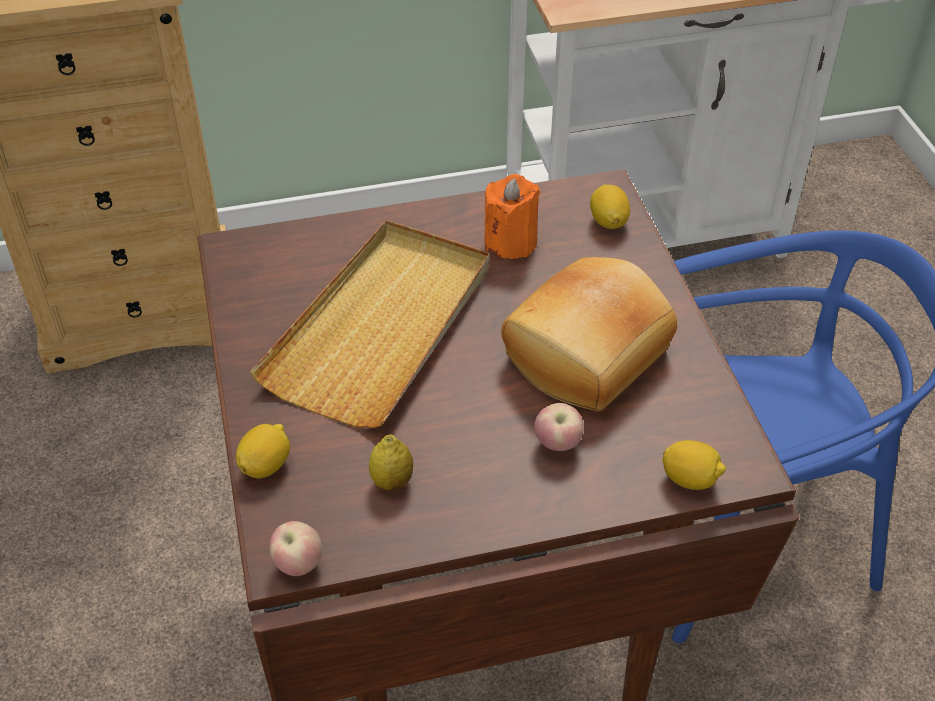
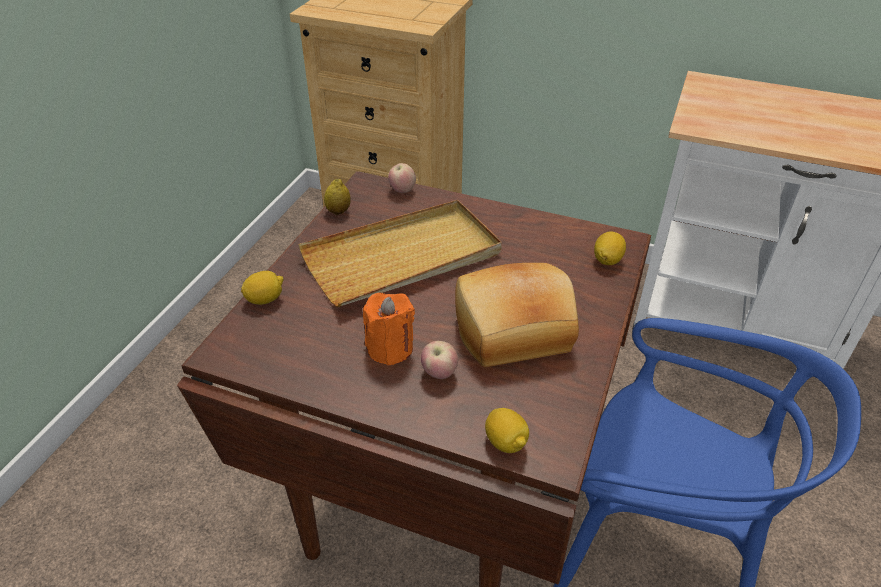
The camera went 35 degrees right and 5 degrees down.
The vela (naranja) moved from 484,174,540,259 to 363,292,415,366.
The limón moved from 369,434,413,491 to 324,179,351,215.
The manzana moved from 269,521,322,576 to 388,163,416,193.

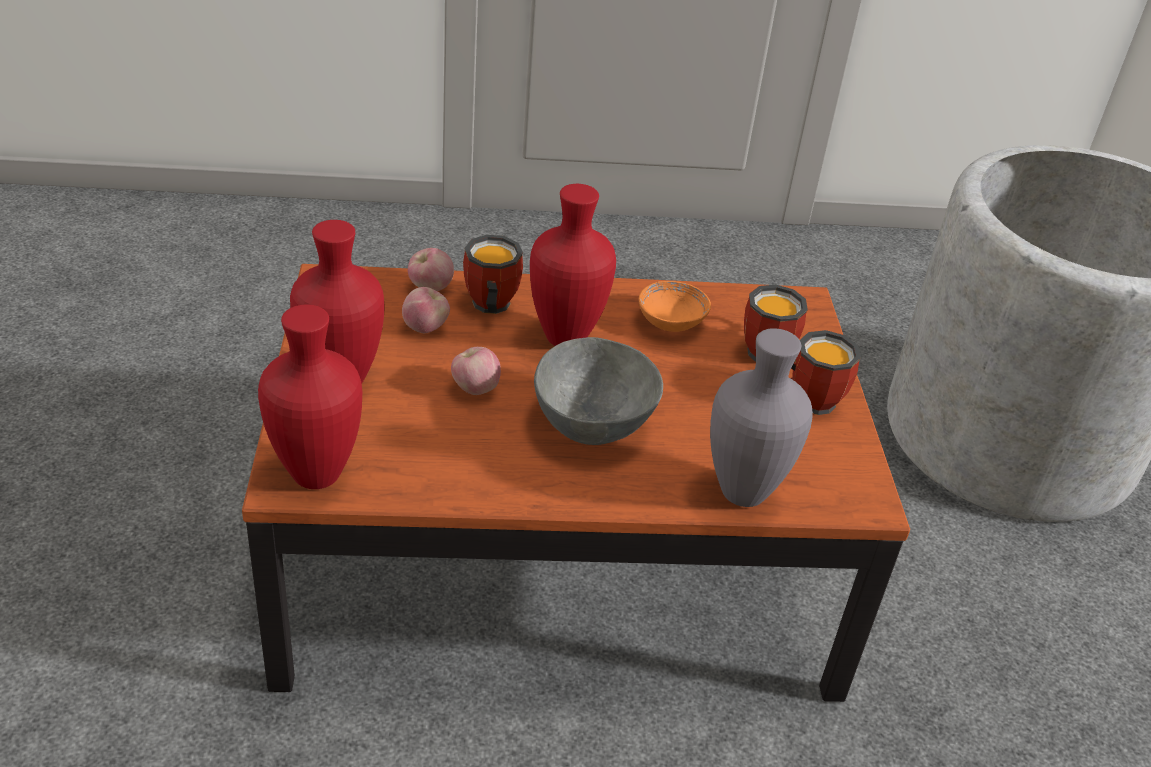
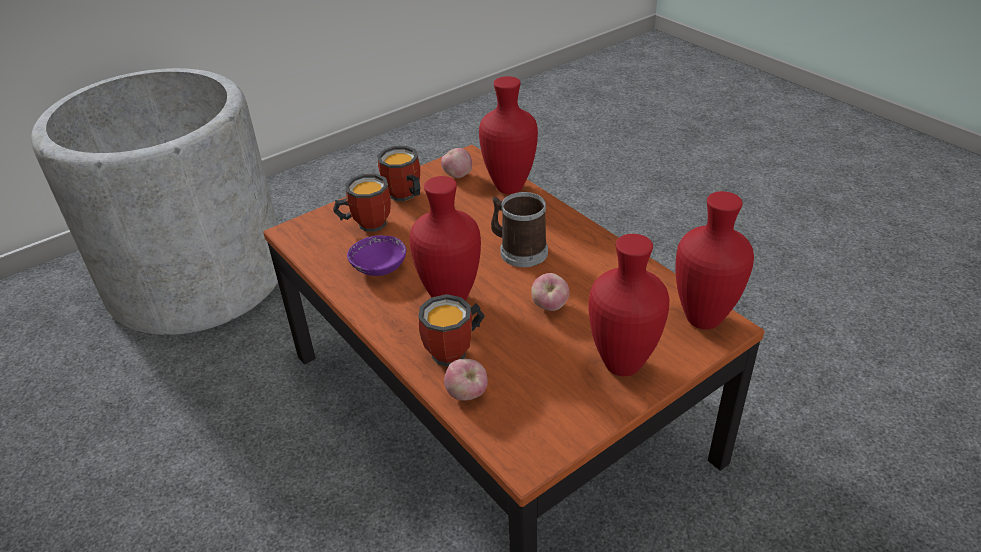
The camera went 120 degrees left and 0 degrees up.
The cuenco (naranja) at 639,281,711,332 became the cuenco (morado) at 347,235,406,276.
The manzana moved from 402,287,450,333 to 441,148,472,178.
The florero (gris) at 710,328,813,507 became the florero (rojo) at 479,76,538,194.
The cuenco (gris) at 534,337,663,445 was replaced by the taza grande at 491,192,548,267.

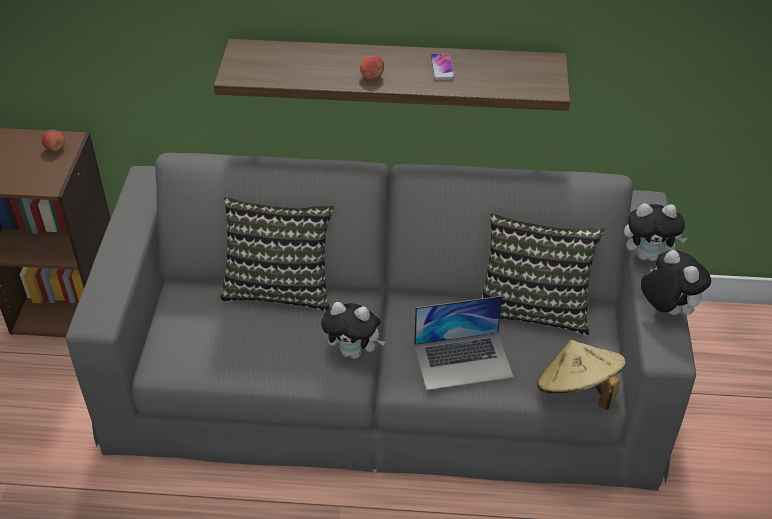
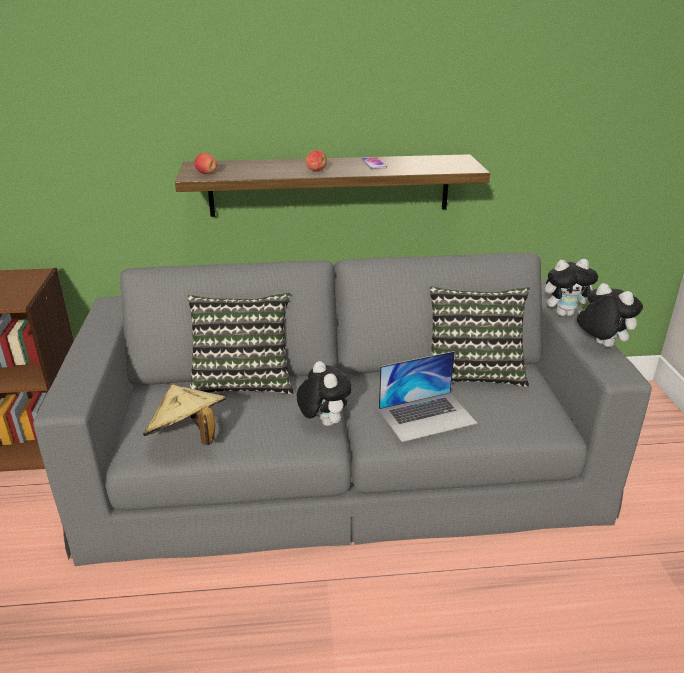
The camera went 10 degrees left and 15 degrees down.
The manzana moved from 42,130,65,151 to 194,153,217,174.
The peluche at 321,302,385,359 turned 120 degrees counterclockwise.
The sombrero (beis) moved from 537,340,626,410 to 143,385,226,445.

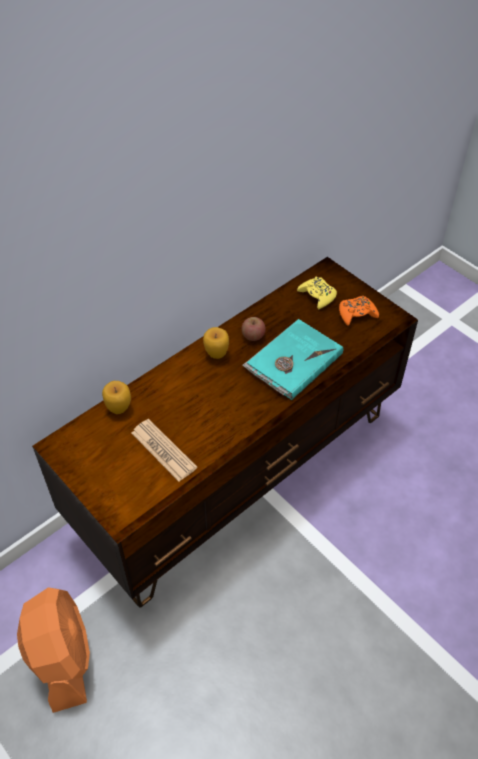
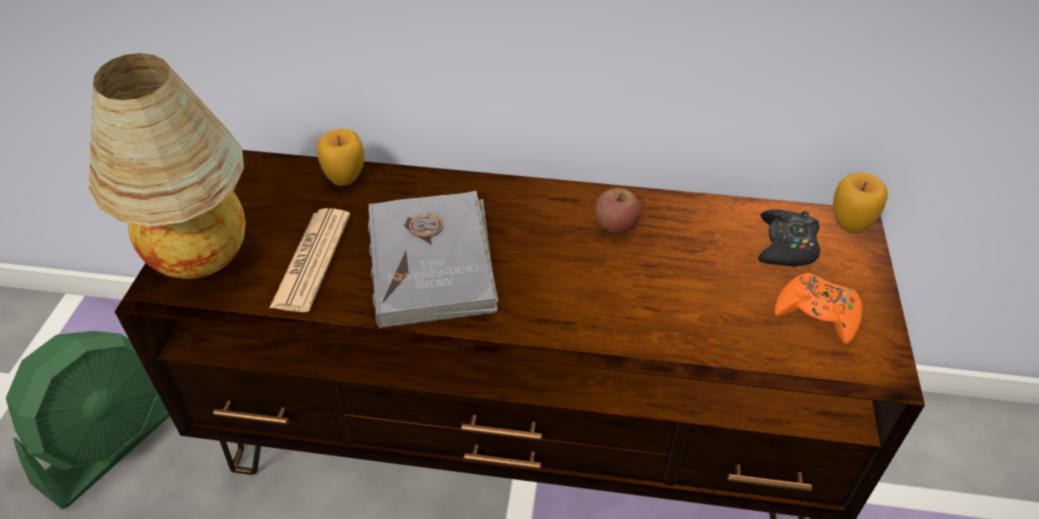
The camera went 50 degrees right and 5 degrees down.
The mando de consola (amarillo) at 297,277,337,309 became the mando de consola (negro) at 758,210,820,267.
The libro (turquesa) at 243,319,343,400 disappeared.
The manzana moved from 203,327,229,359 to 833,173,888,233.
The ventilador (naranja) at 17,587,90,713 became the ventilador (verde) at 6,331,170,509.
The lámpara de mesa at 89,53,246,279 appeared.
The libro (gris) at 368,191,498,328 appeared.

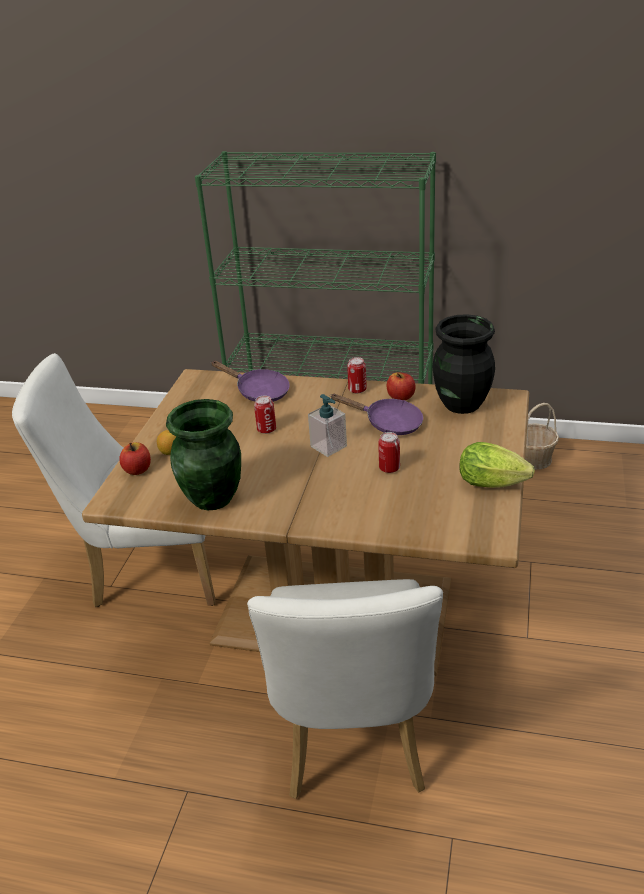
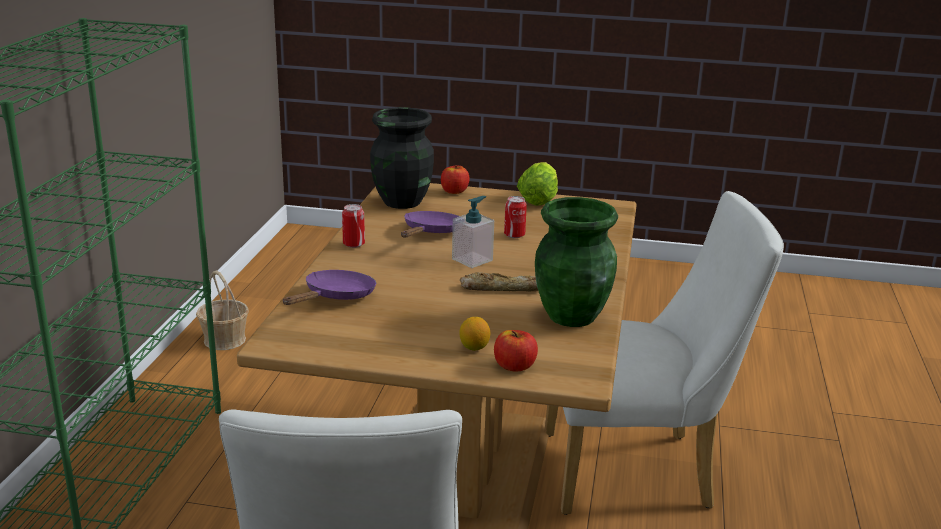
The camera went 95 degrees left and 10 degrees down.
The manzana moved from 387,372,416,400 to 441,165,470,194.
The lata at 254,396,276,434 disappeared.
The pan at 460,272,538,291 appeared.

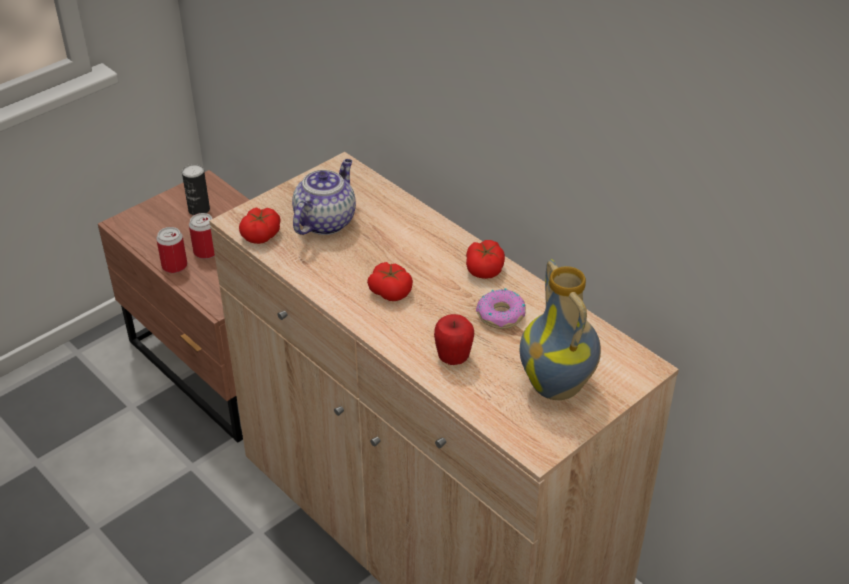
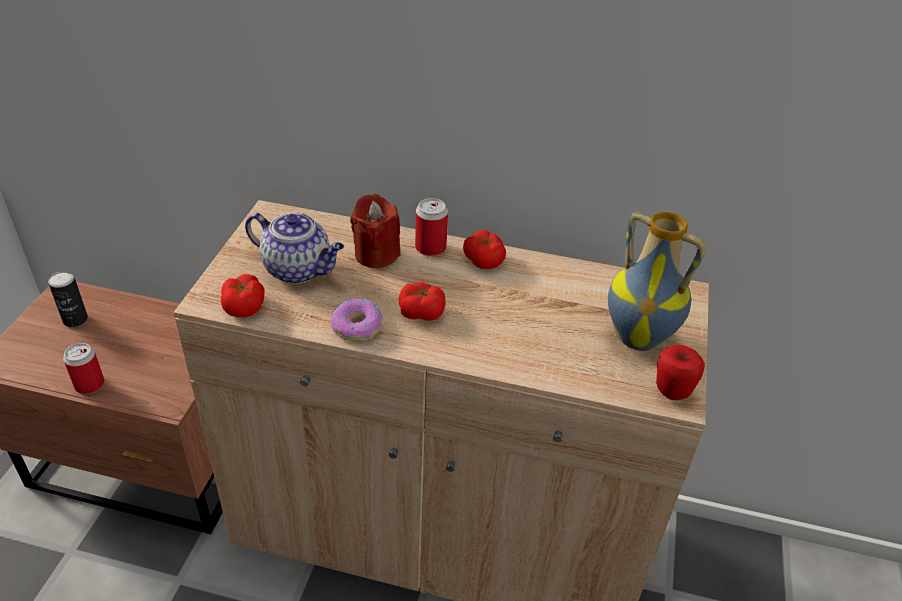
The camera went 35 degrees left and 0 degrees up.
The tetera at 292,159,356,235 turned 120 degrees clockwise.
The lata moved from 189,213,215,259 to 415,198,448,256.
The rosquilla moved from 476,288,526,329 to 331,298,383,341.
The manzana moved from 434,314,474,365 to 656,345,705,400.
The vela (rojo) at 350,194,400,268 appeared.

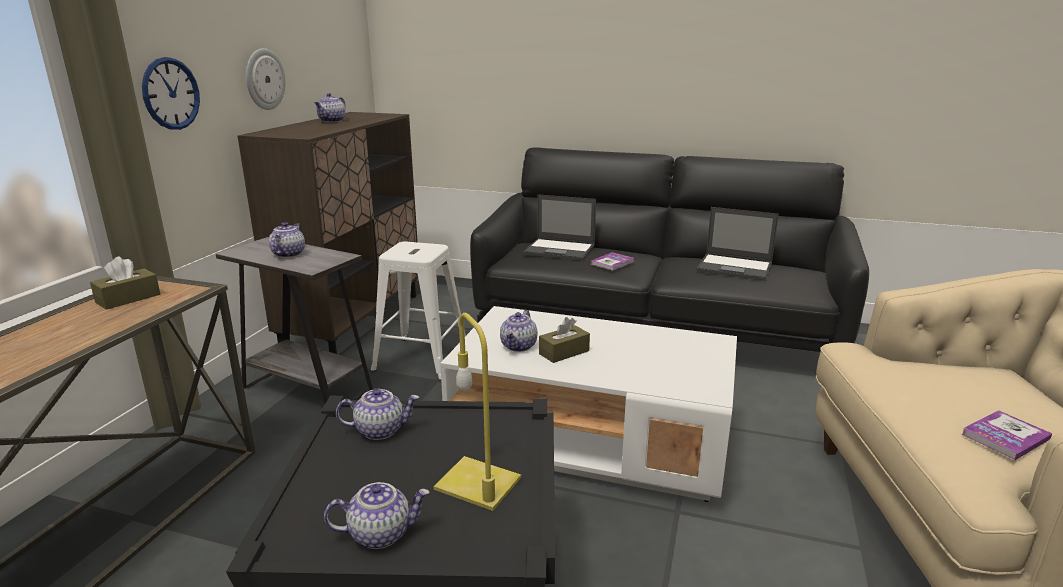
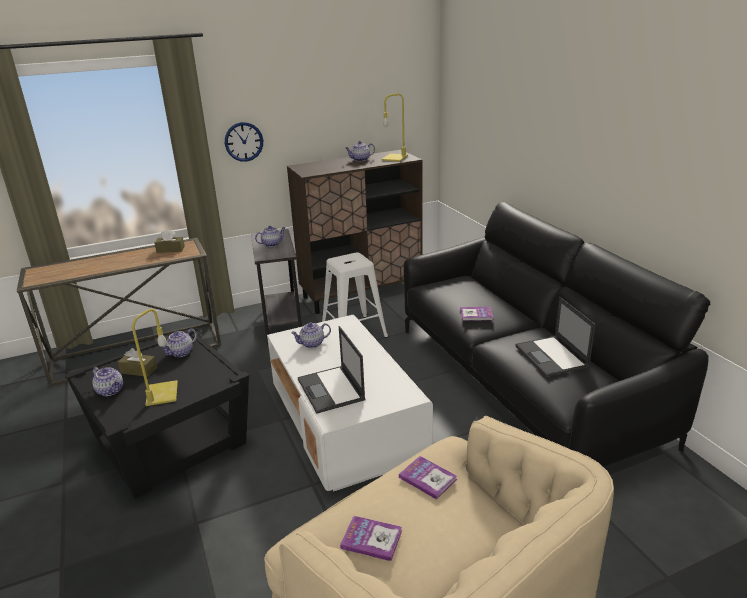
The camera went 50 degrees right and 5 degrees up.
The reloj de pared at 246,48,286,110 disappeared.
The portátil moved from 523,194,596,261 to 298,326,366,414.
The caja de pañuelos (marrón) moved from 539,317,590,363 to 118,348,157,377.
The tetera at 336,388,419,440 turned 90 degrees clockwise.
The lámpara de mesa (amarillo) at 382,93,408,162 appeared.
The libro at 399,456,457,500 appeared.

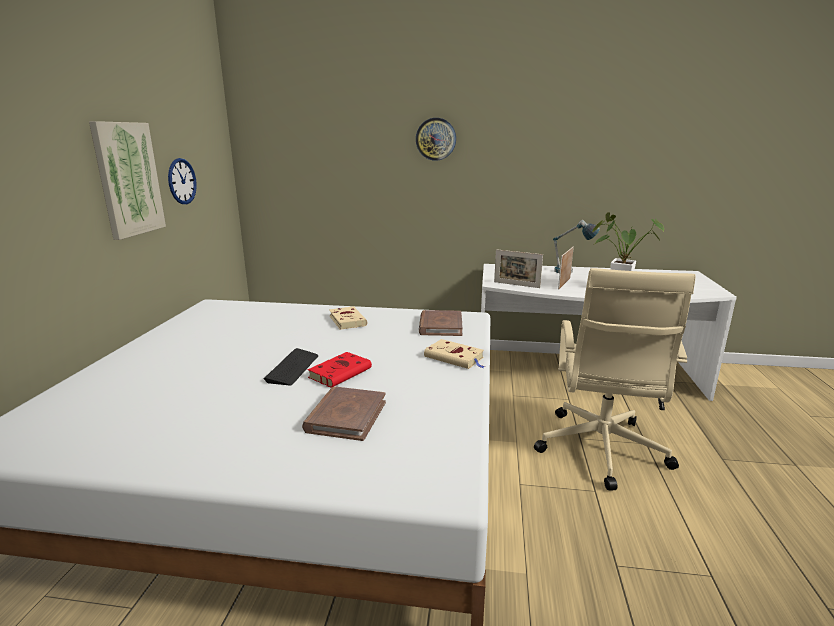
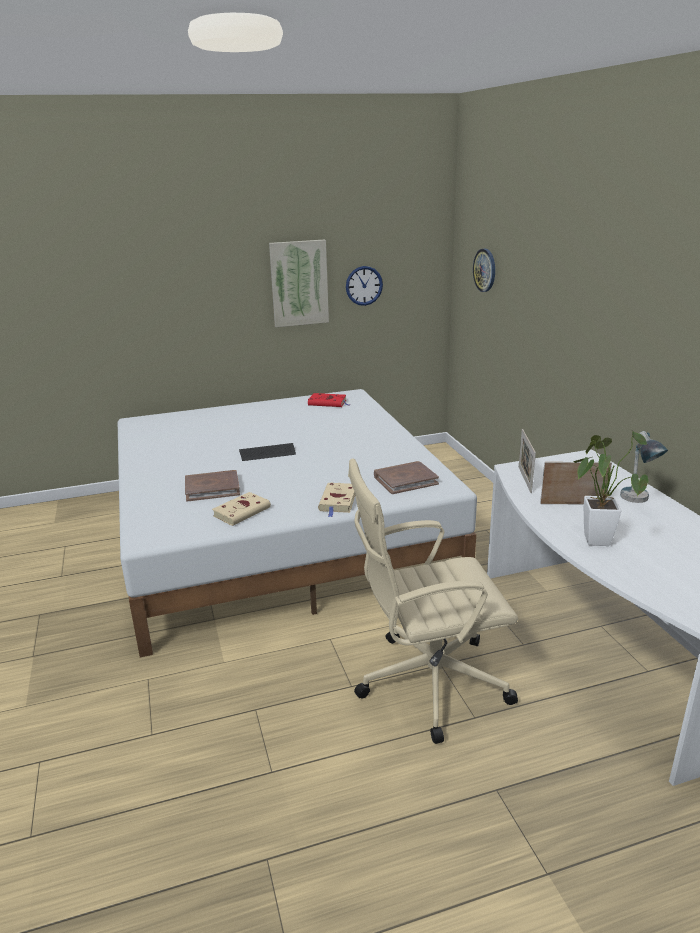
The camera went 65 degrees right and 5 degrees up.
The reloj de pared moved from 416,118,456,161 to 473,249,495,292.
The libro (beis) moved from 329,306,367,330 to 212,492,271,526.
The libro (rojo) moved from 307,352,372,388 to 308,393,350,407.

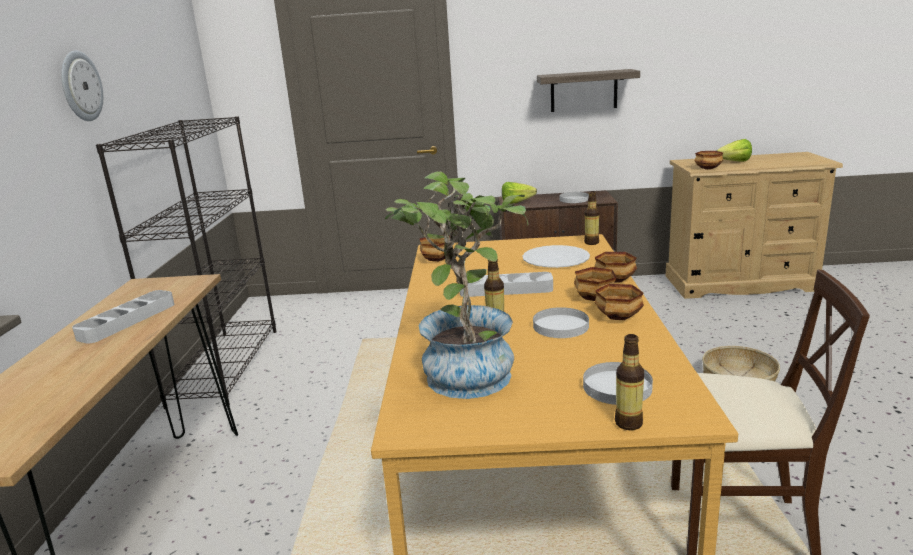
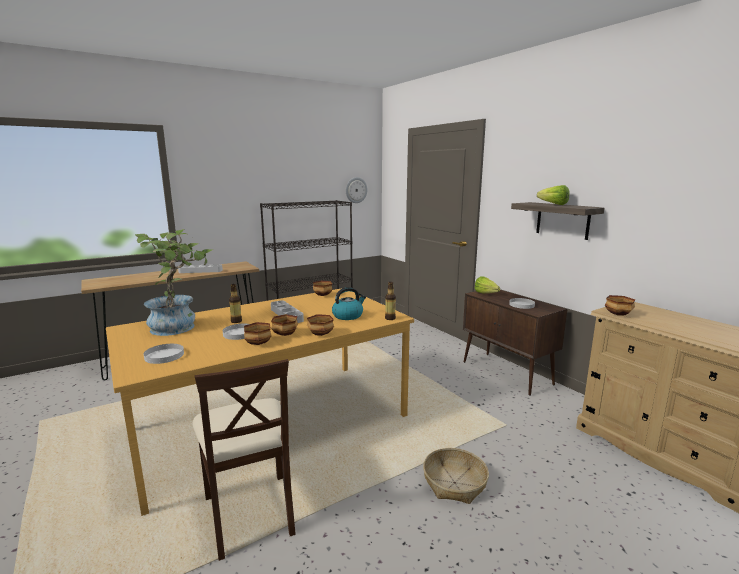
The camera went 55 degrees right and 5 degrees down.
The reloj de pared moved from 61,51,103,121 to 346,177,367,203.
The lechuga moved from 717,139,752,162 to 537,185,570,205.
The plato (blanco) at 522,245,590,268 was replaced by the hervidor at 332,287,366,320.
The botella at 615,334,644,430 disappeared.

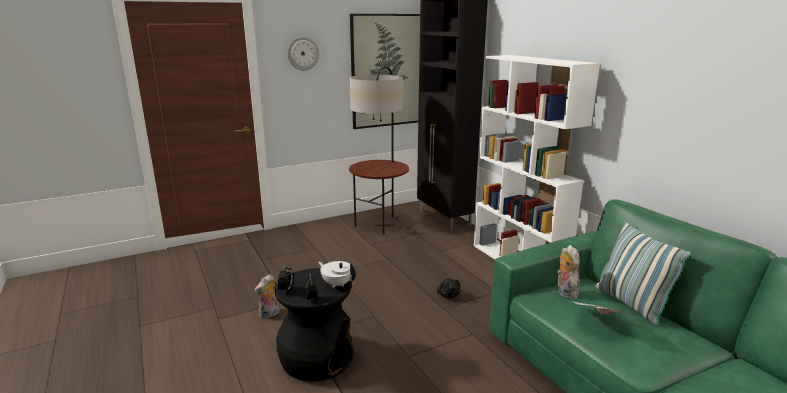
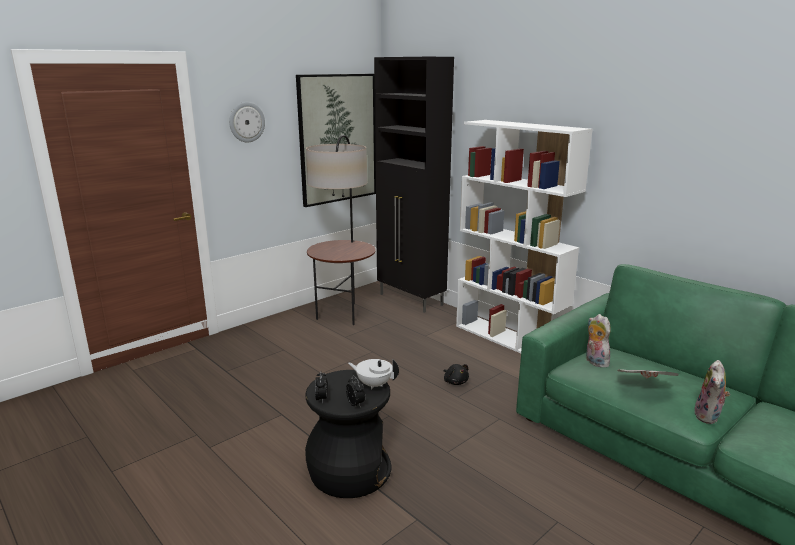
The camera went 15 degrees left and 0 degrees up.
The cojín at 595,221,691,325 disappeared.
The peluche moved from 254,274,280,319 to 695,360,730,424.

